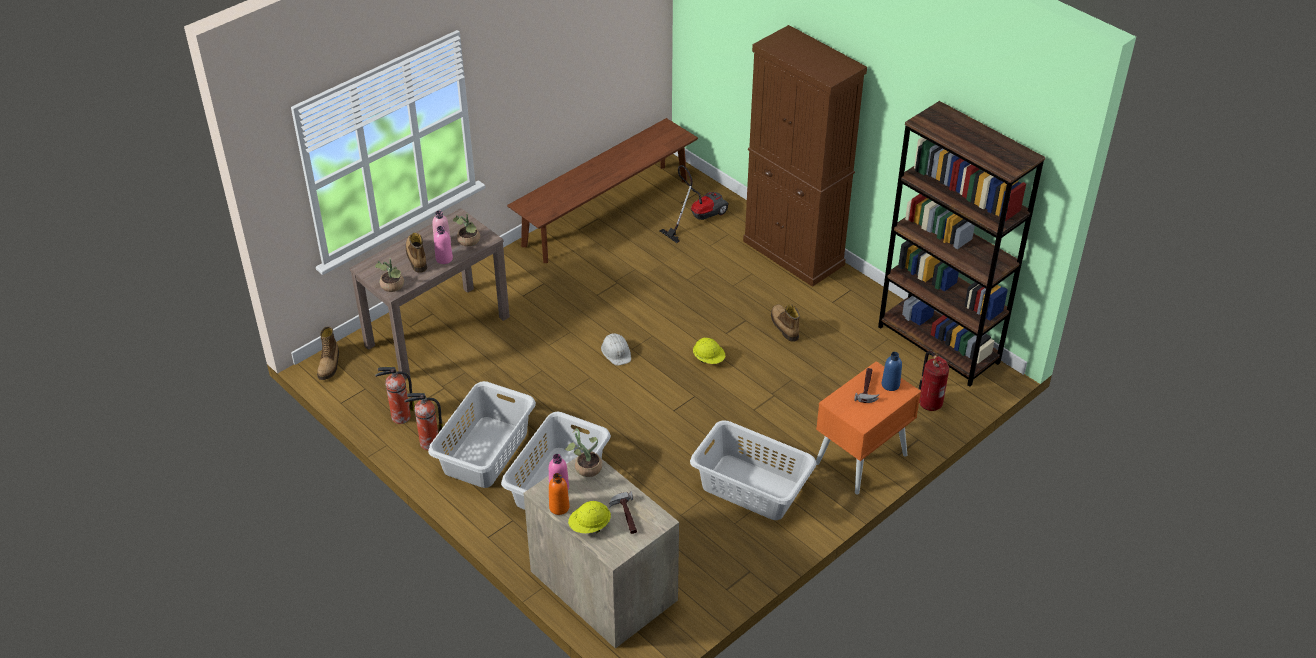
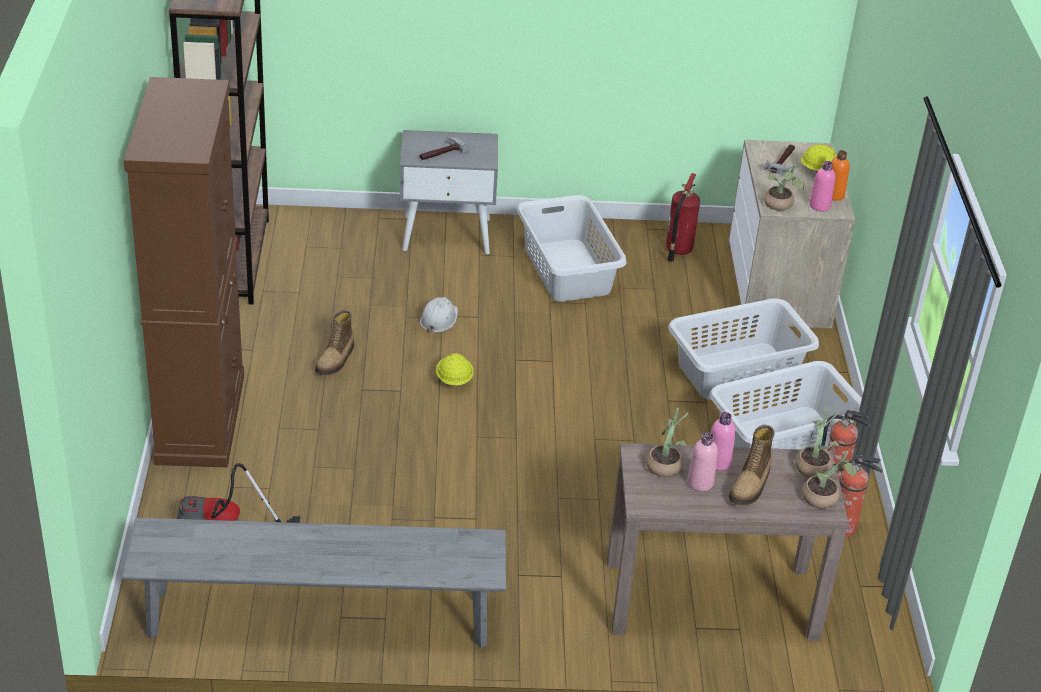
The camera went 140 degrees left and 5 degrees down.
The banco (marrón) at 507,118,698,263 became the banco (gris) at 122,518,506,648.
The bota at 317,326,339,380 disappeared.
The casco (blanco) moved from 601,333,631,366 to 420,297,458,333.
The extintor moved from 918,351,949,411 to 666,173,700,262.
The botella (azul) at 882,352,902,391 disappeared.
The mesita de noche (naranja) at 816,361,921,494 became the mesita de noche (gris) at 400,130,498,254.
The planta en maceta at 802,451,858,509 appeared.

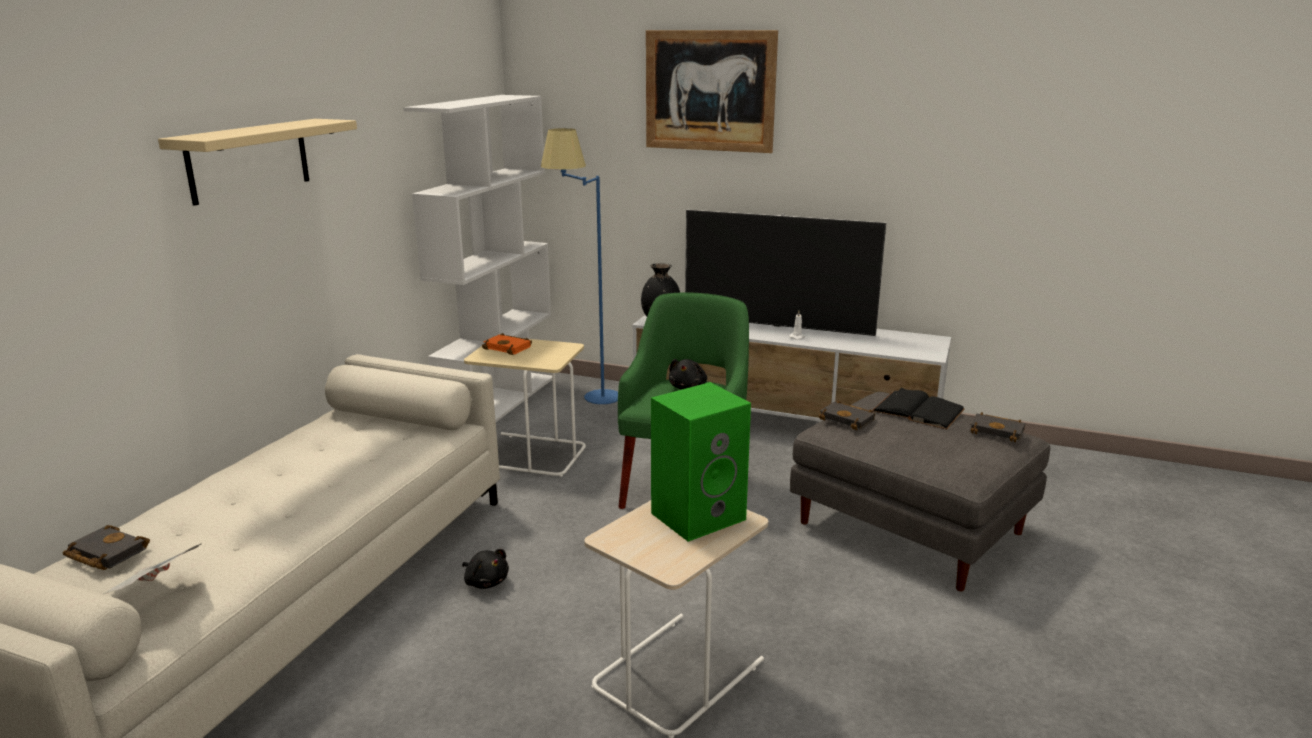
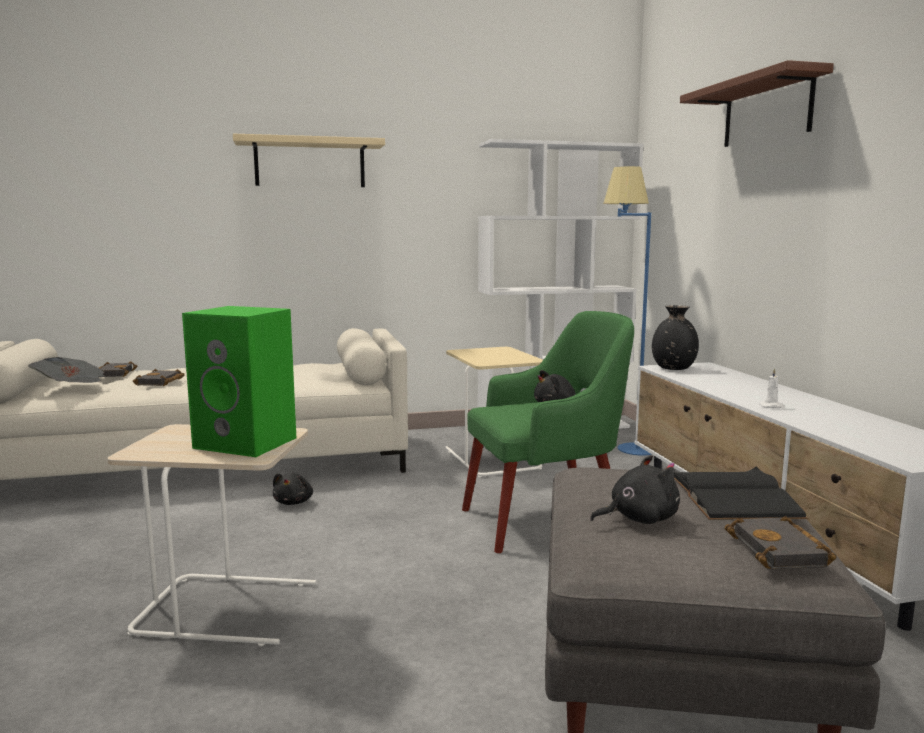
The camera went 55 degrees right and 10 degrees down.
The cuadro at 646,30,778,153 was replaced by the estante (marrón) at 680,60,834,147.
The televisor at 685,209,887,336 disappeared.
The libro (naranja) at 482,333,532,355 disappeared.
The libro (negro) moved from 819,400,875,430 to 133,369,185,386.
The peluche (negro) at 590,455,680,524 appeared.

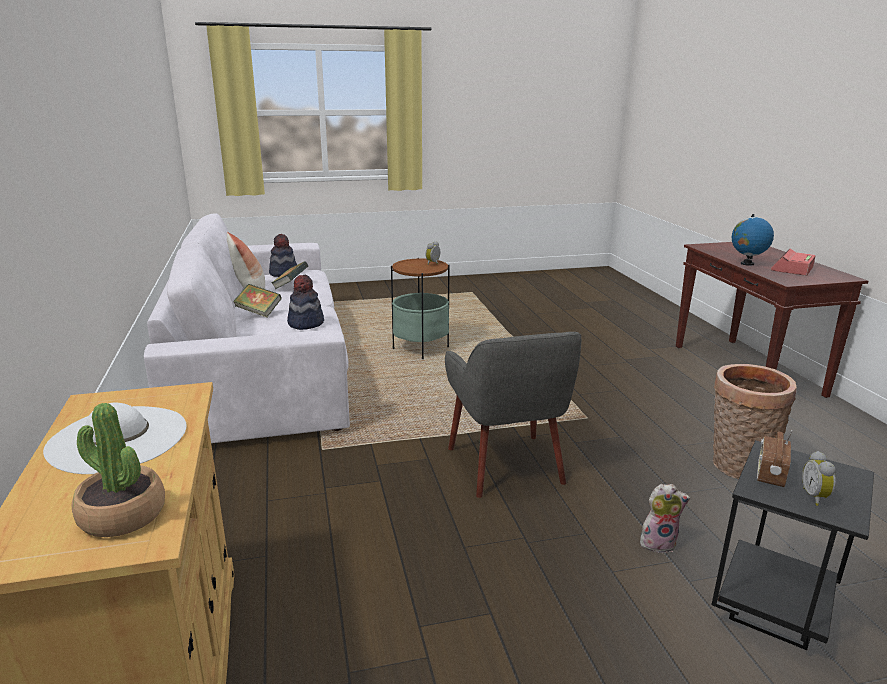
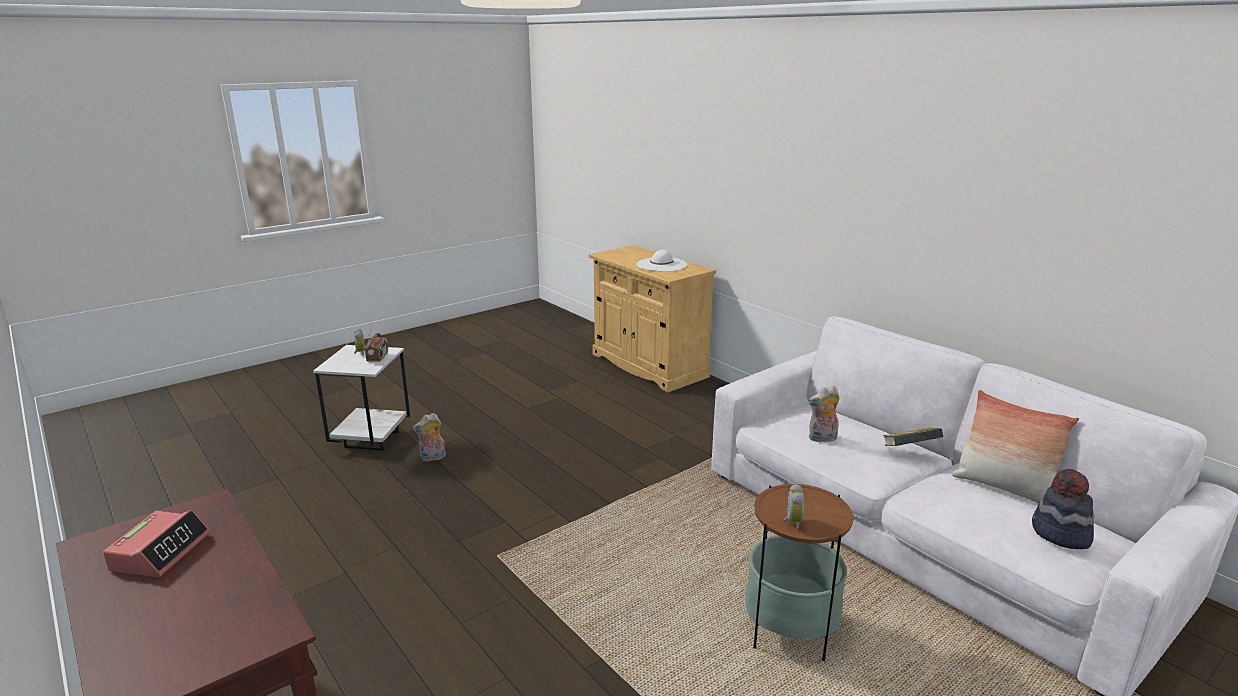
The camera went 155 degrees right and 0 degrees up.
The globo terráqueo at 732,214,774,266 disappeared.
The libro at 272,261,308,289 disappeared.
The sombrero at 287,275,324,330 was replaced by the peluche at 809,385,840,442.
The sillón (gris) at 445,332,581,498 disappeared.
The cesta at 713,364,797,479 disappeared.
The planta en maceta at 72,403,165,537 disappeared.
The mesa auxiliar (negro) at 711,440,874,650 became the mesa auxiliar (blanco) at 313,345,410,451.

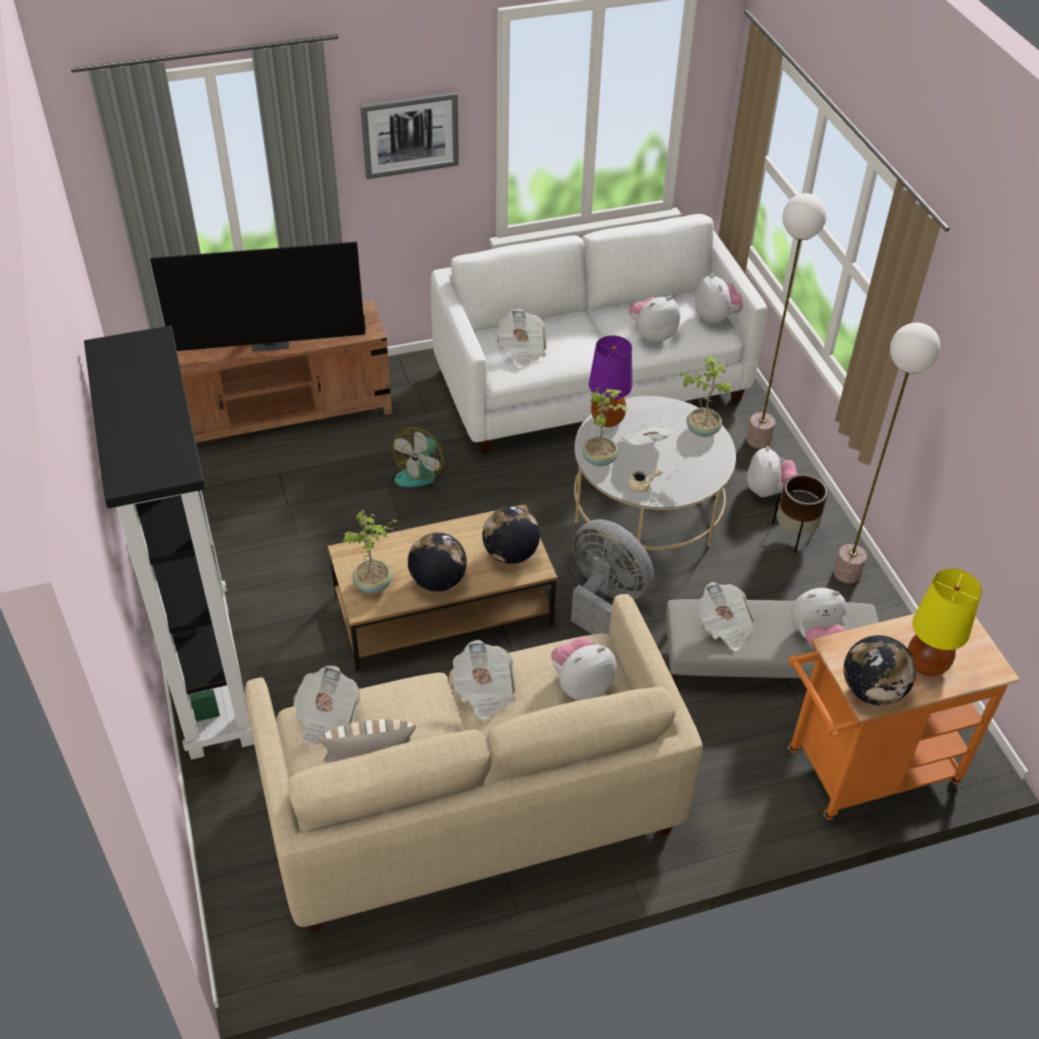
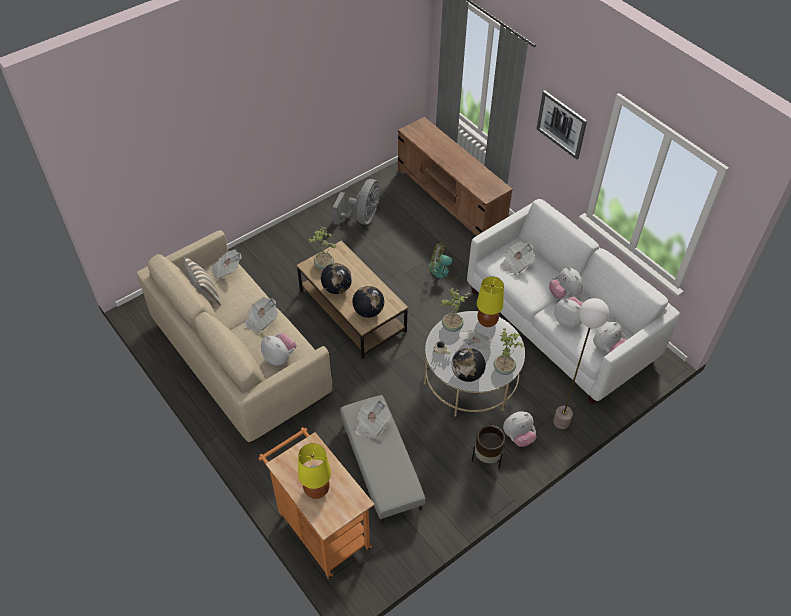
The camera went 70 degrees right and 5 degrees up.
The televisor at 150,242,366,352 disappeared.
The lámpara de pie at 834,323,940,584 disappeared.
The estantería (negro) at 84,326,254,760 disappeared.
The lámpara de mesa (morado) at 589,336,632,427 became the lámpara de mesa (amarillo) at 477,276,504,327.
The ventilador (gris) moved from 571,519,654,636 to 333,179,379,225.
The peluche moved from 791,588,848,649 to 549,267,583,298.
The globo terráqueo moved from 844,635,916,705 to 452,348,486,382.

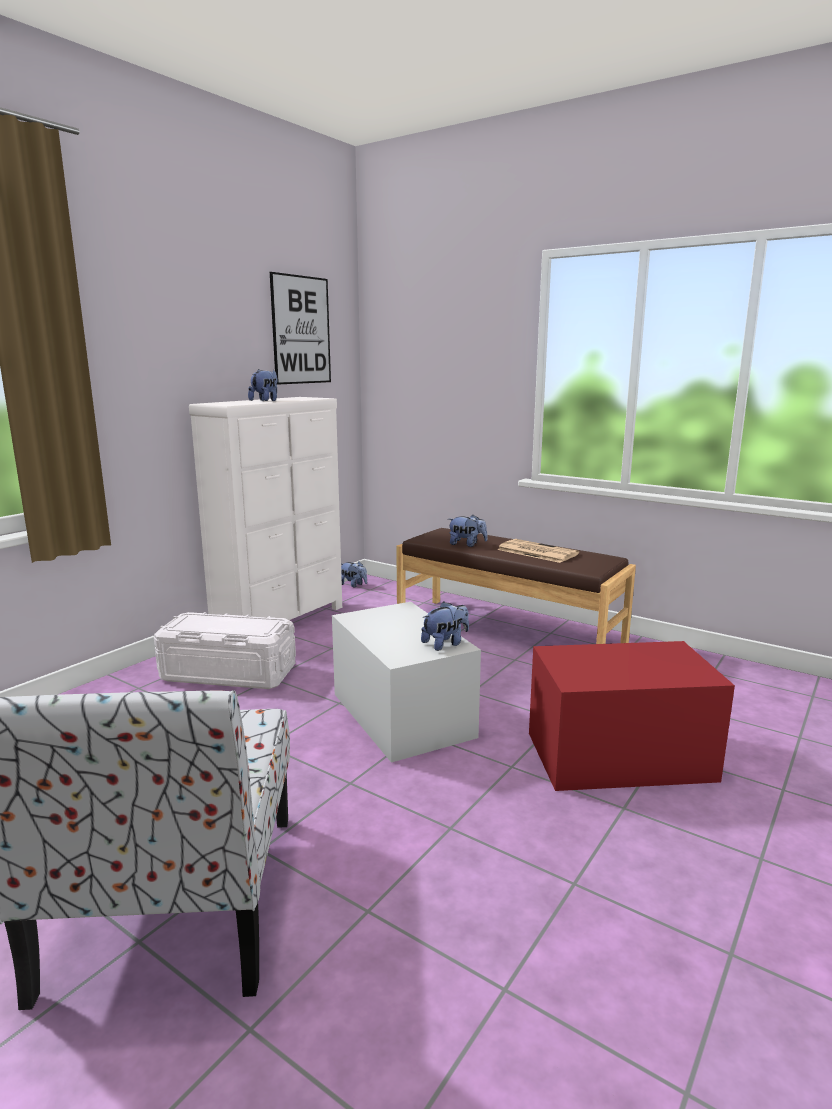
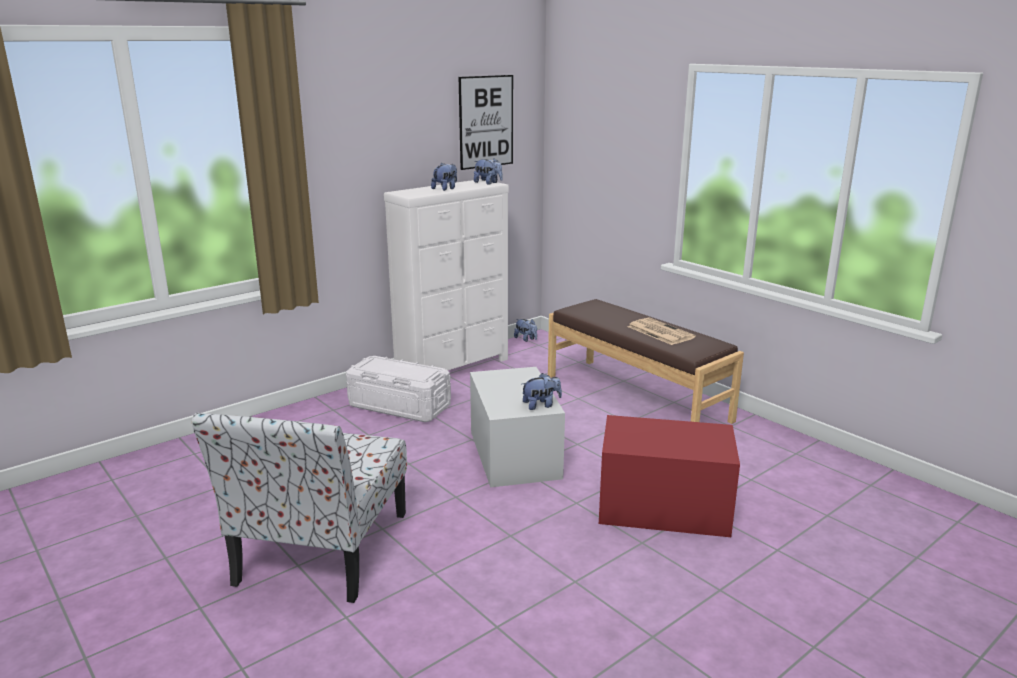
The camera went 15 degrees right and 5 degrees up.
The peluche moved from 448,515,488,547 to 474,158,503,185.

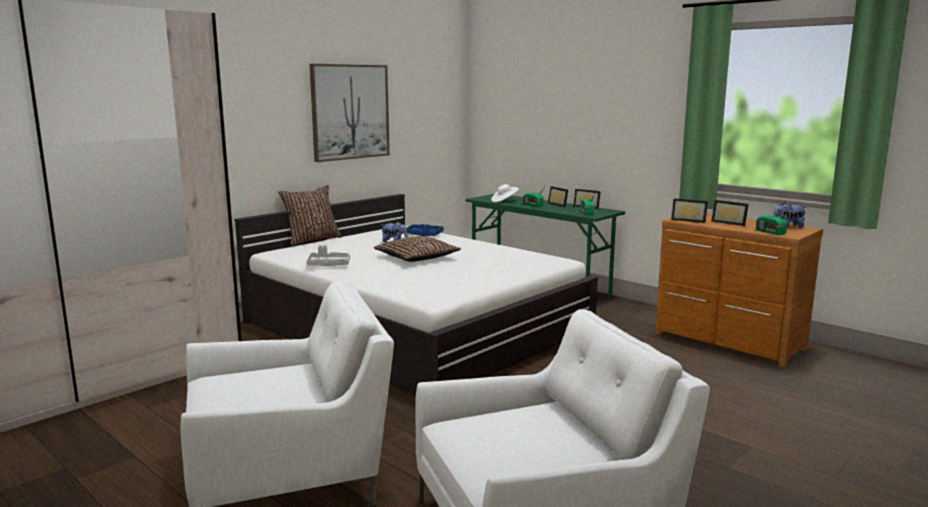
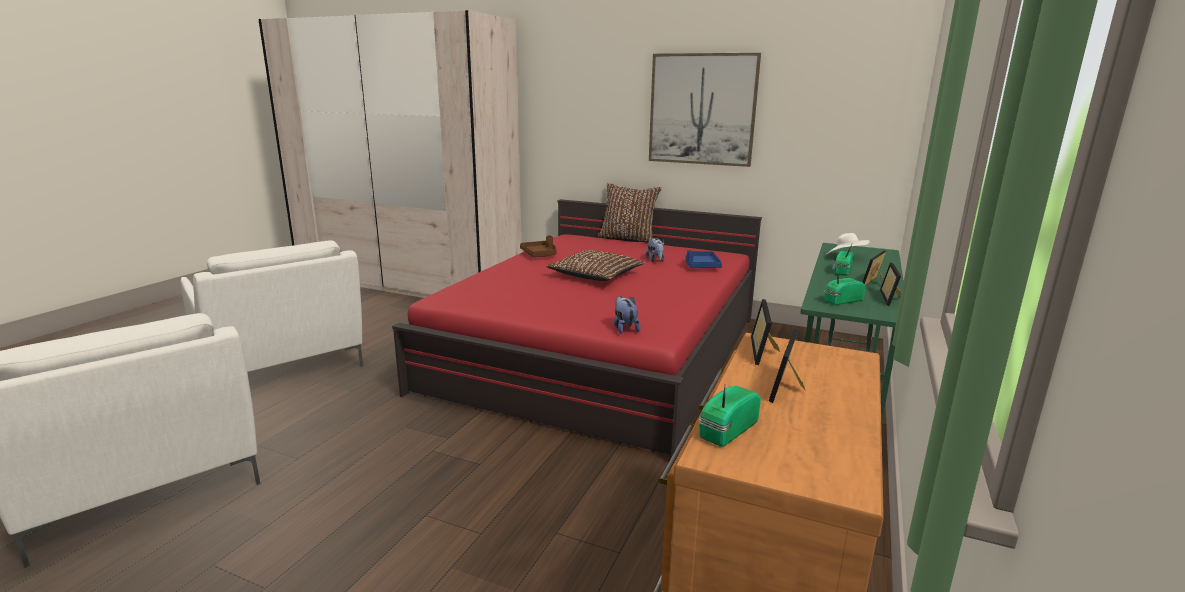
The camera went 70 degrees right and 5 degrees up.
The cama (blanco) at 234,194,598,395 became the cama (rojo) at 392,199,762,464.
The peluche moved from 773,203,807,228 to 614,296,641,334.
The bandeja (gris) at 306,245,350,266 became the bandeja (marrón) at 520,235,557,257.

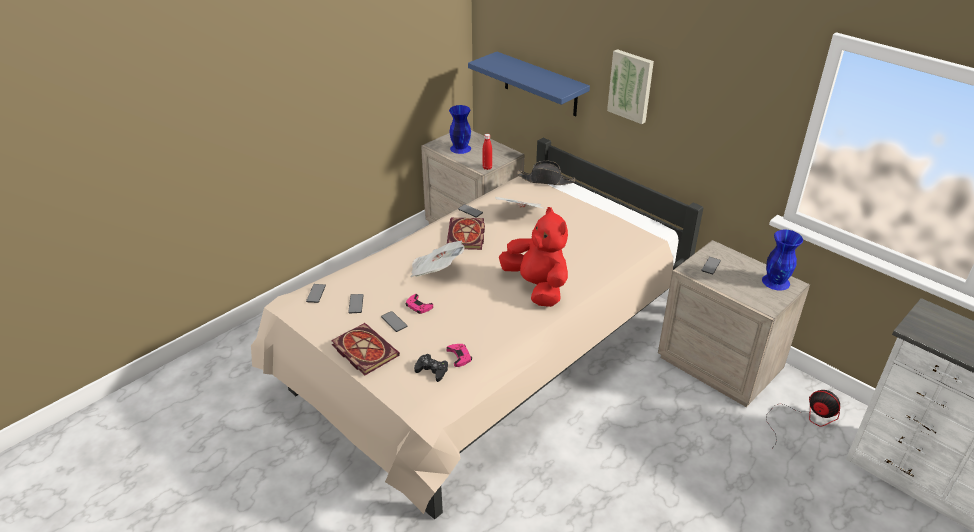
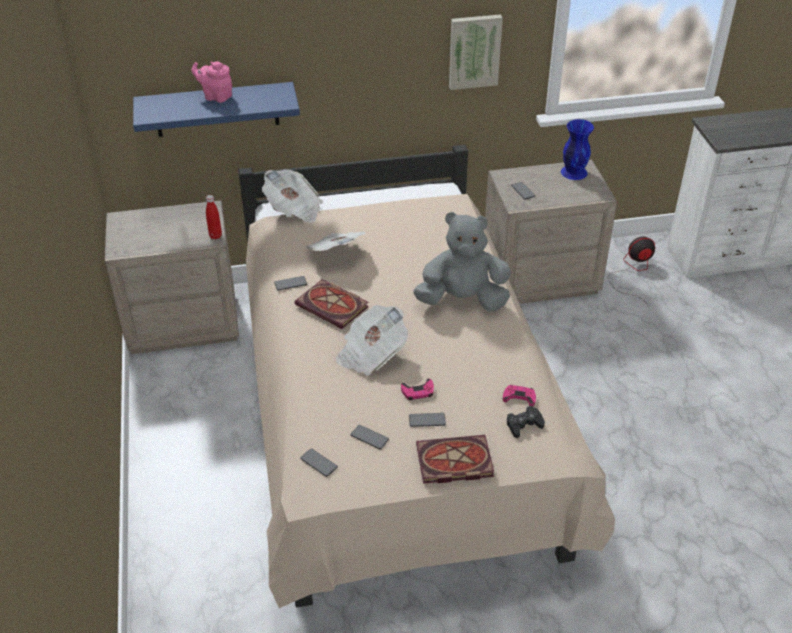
The camera went 55 degrees left and 5 degrees up.
The cuadro moved from 607,49,654,124 to 449,14,503,90.
The florero (azul) at 449,105,471,154 disappeared.
The sombrero (negro) at 517,161,575,185 was replaced by the periódico at 262,169,323,223.
The peluche (rojo) at 499,207,568,307 became the peluche (gris) at 413,212,511,312.
The tetera (rosa) at 192,61,232,103 appeared.

